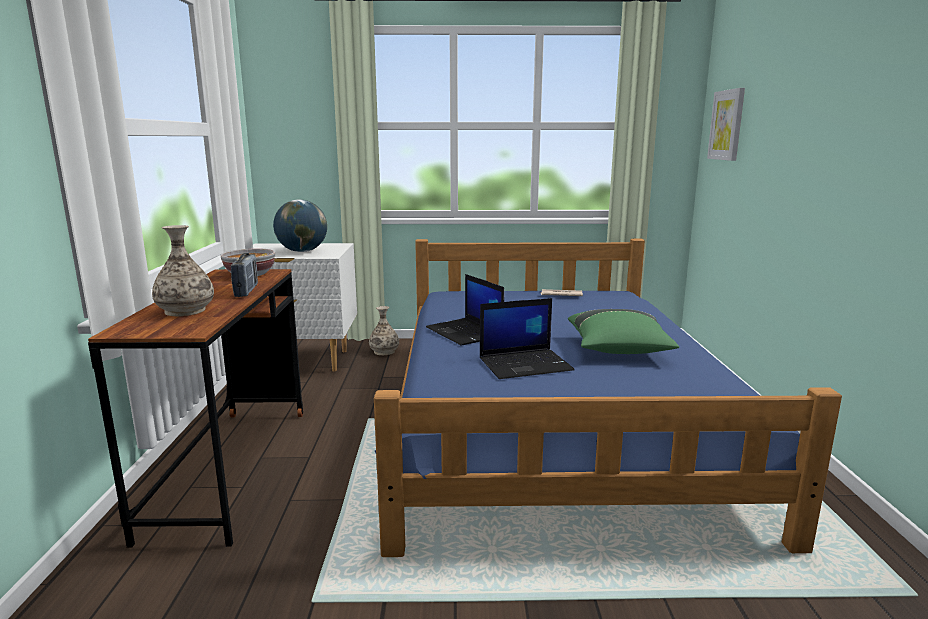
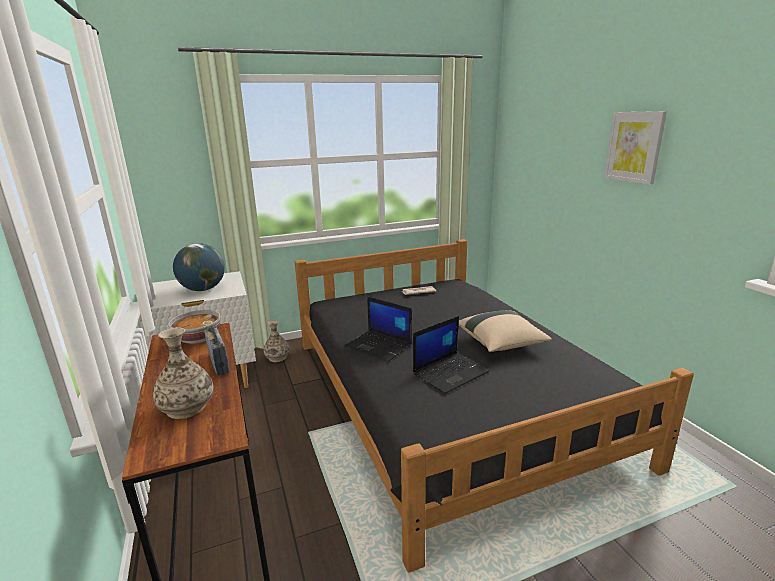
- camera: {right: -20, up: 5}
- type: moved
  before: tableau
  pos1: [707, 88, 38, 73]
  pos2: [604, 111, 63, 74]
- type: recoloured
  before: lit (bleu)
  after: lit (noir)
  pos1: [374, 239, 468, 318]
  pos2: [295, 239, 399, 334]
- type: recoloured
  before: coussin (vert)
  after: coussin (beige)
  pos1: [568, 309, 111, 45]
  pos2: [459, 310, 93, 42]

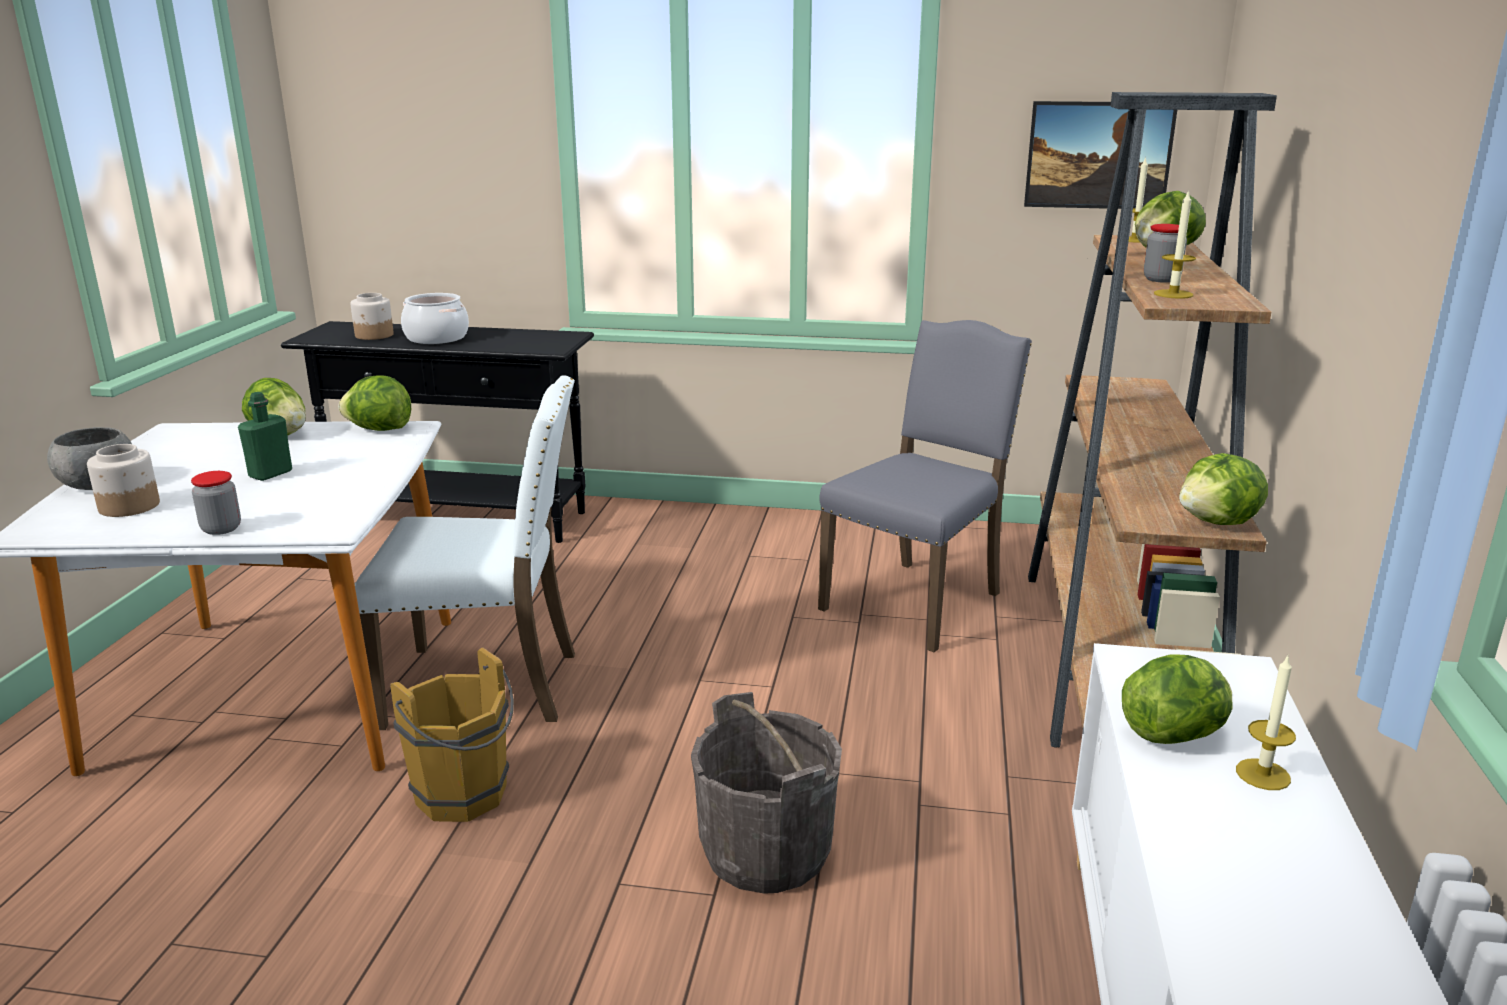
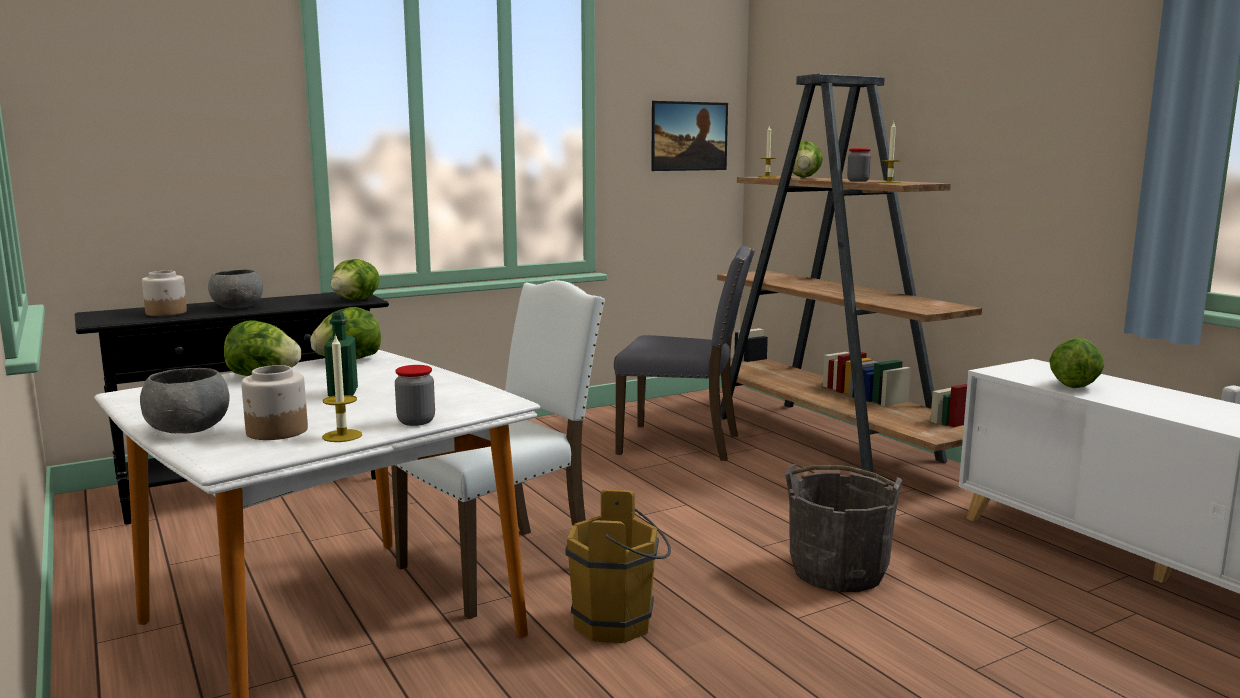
- camera: {right: -40, up: -10}
- type: moved
  before: laitue
  pos1: [1179, 453, 89, 72]
  pos2: [331, 259, 49, 41]
- type: moved
  before: bougie
  pos1: [1236, 654, 60, 136]
  pos2: [322, 334, 40, 108]
- type: replaced
  before: marmite
  after: bol (gris)
  pos1: [401, 293, 68, 51]
  pos2: [208, 269, 55, 39]
- type: turned
  before: chaise (gris)
  pos1: [818, 320, 214, 332]
  pos2: [614, 246, 141, 215]
  turn: 105

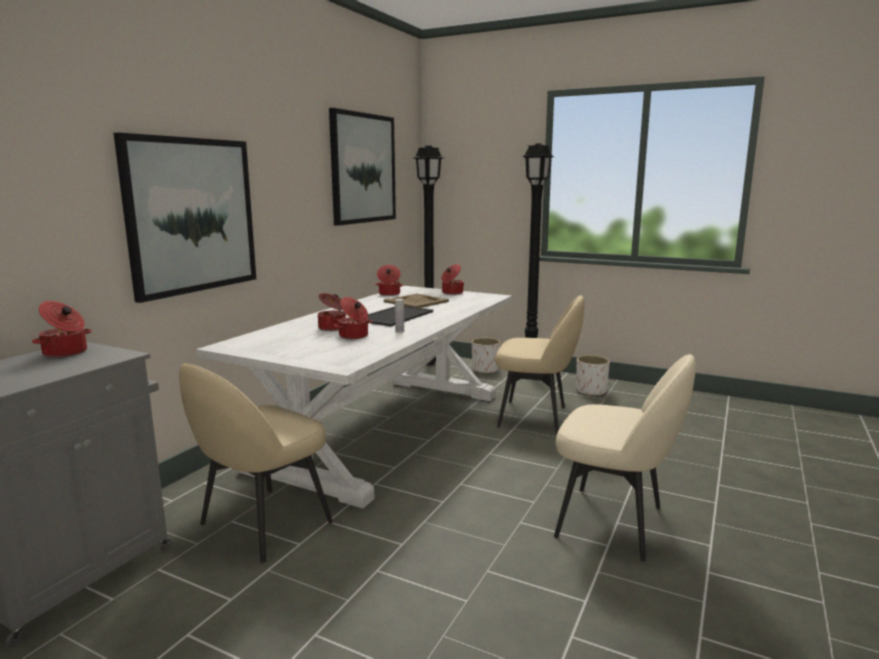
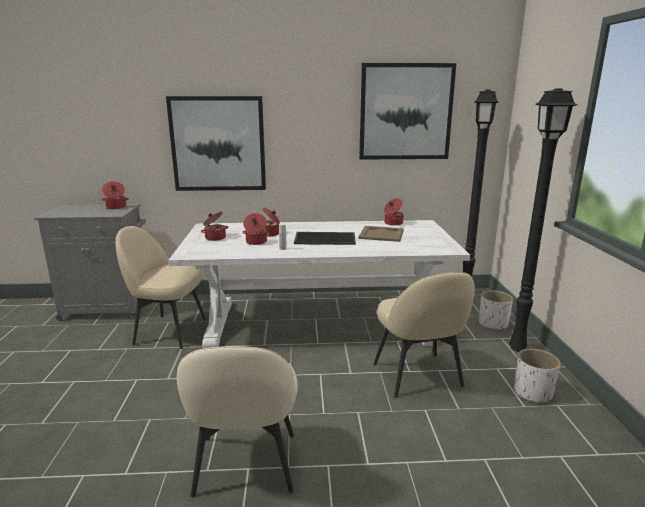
- camera: {right: 60, up: 5}
- type: moved
  before: marmite
  pos1: [441, 264, 23, 31]
  pos2: [201, 212, 28, 29]

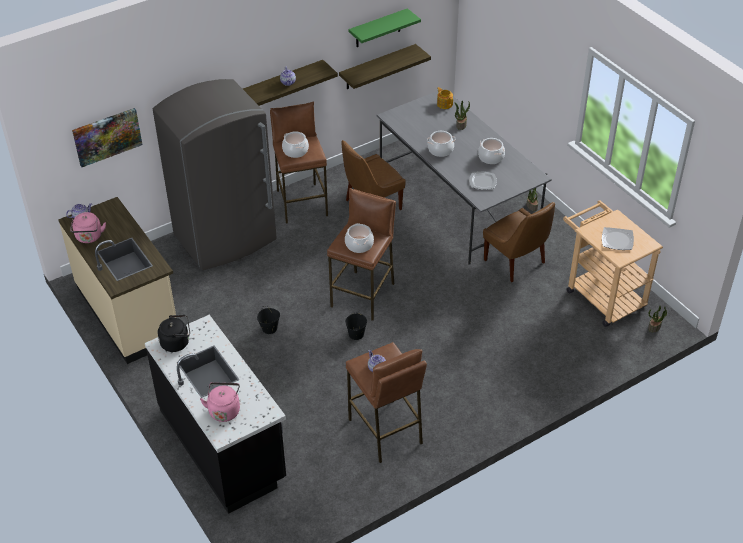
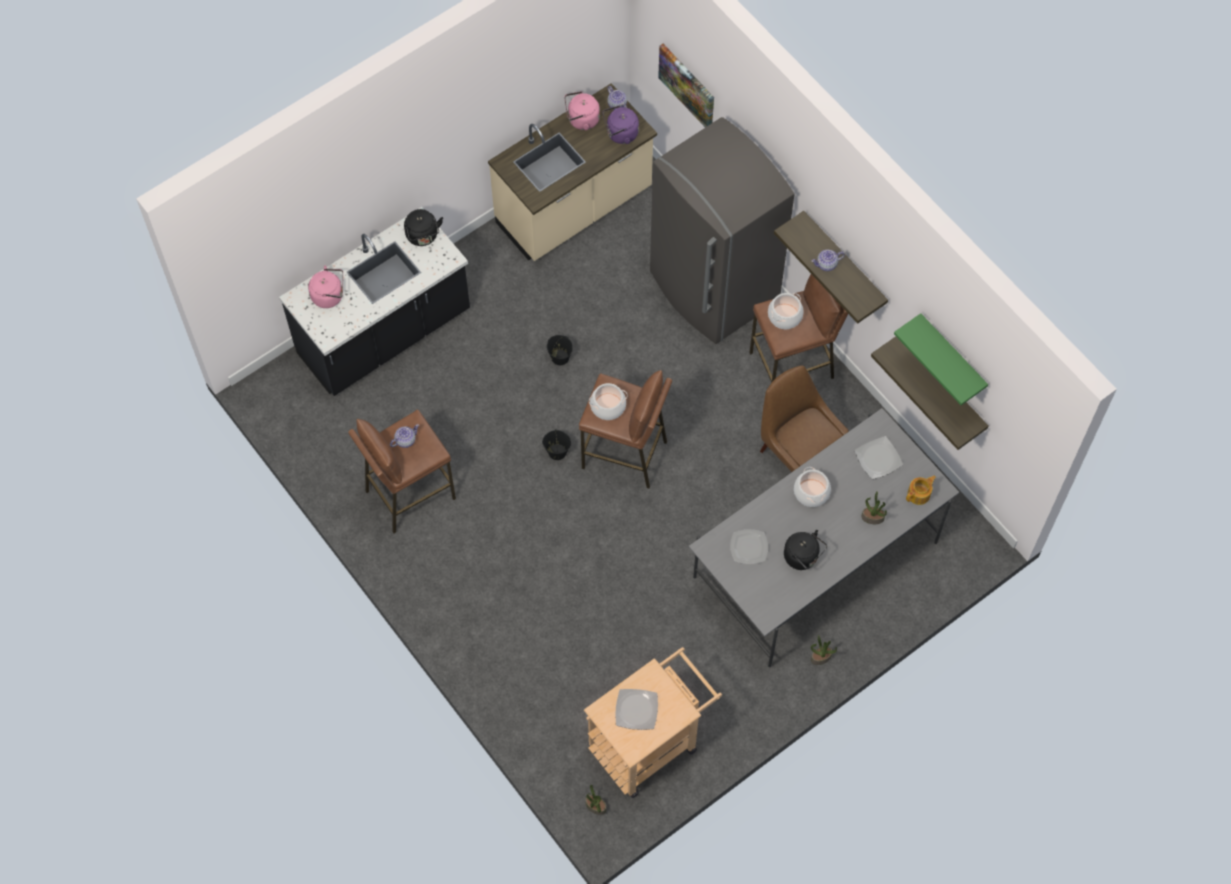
- camera: {right: 85, up: 20}
- type: removed
  before: chaise (marron)
  pos1: [483, 202, 72, 80]
- type: added
  after: bouilloire (violet)
  pos2: [602, 105, 37, 39]
- type: added
  after: assiette
  pos2: [855, 436, 48, 43]
- type: replaced
  before: marmite
  after: bouilloire (noir)
  pos1: [478, 138, 27, 26]
  pos2: [784, 530, 43, 40]

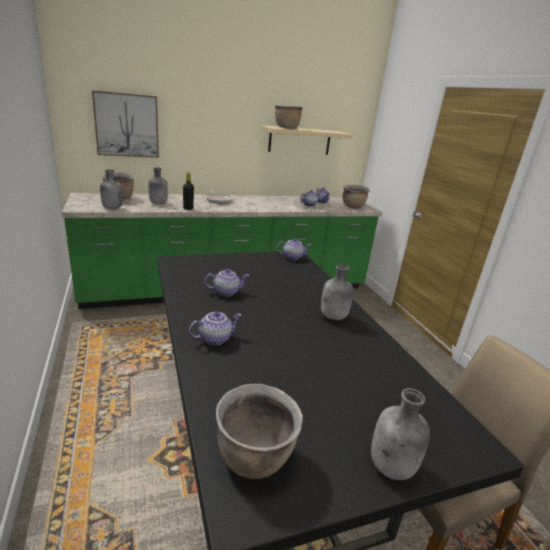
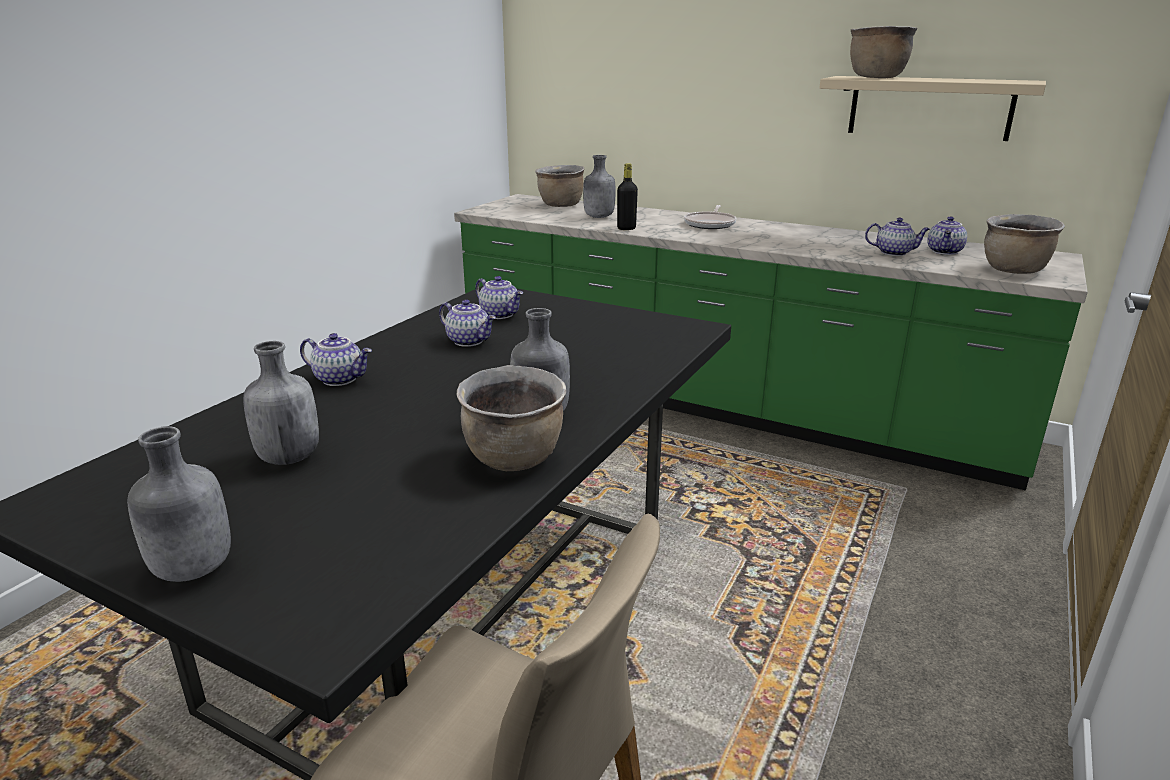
- camera: {right: 50, up: 0}
- type: removed
  before: tableau
  pos1: [92, 90, 67, 68]
- type: moved
  before: bouteille (gris)
  pos1: [100, 170, 22, 39]
  pos2: [243, 341, 76, 124]
- type: moved
  before: marmite (marron)
  pos1: [216, 384, 87, 95]
  pos2: [457, 365, 109, 106]
- type: moved
  before: théière
  pos1: [276, 238, 36, 22]
  pos2: [475, 276, 48, 43]

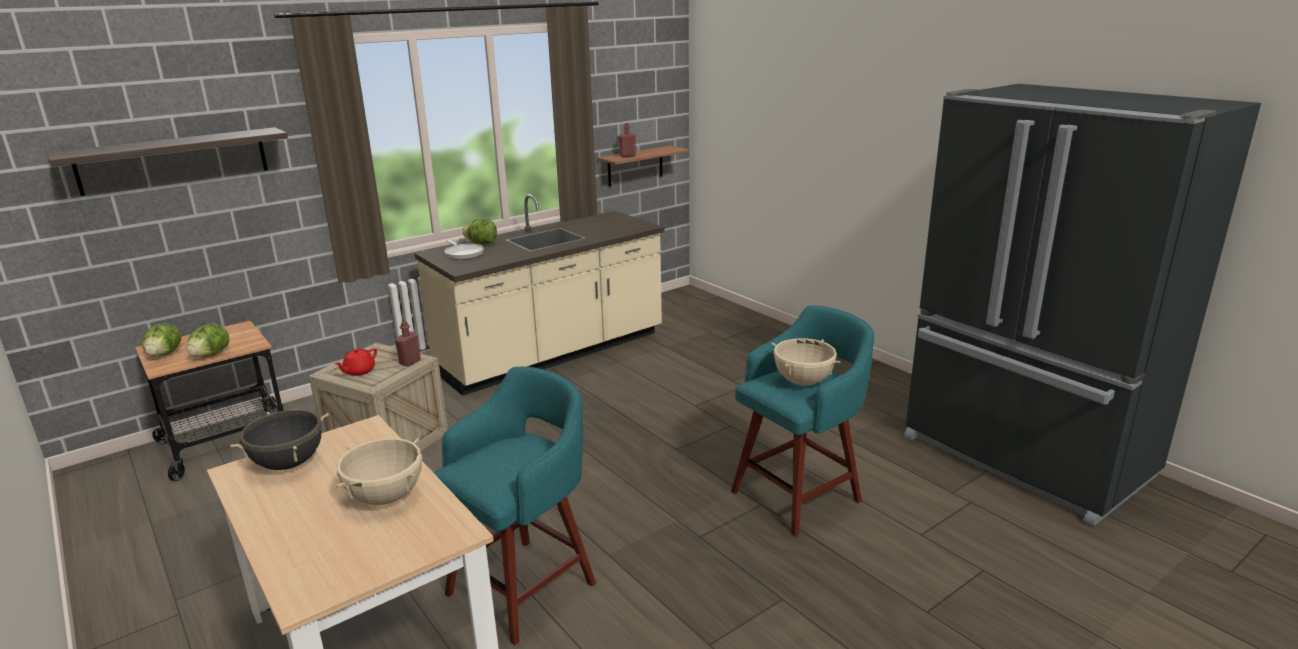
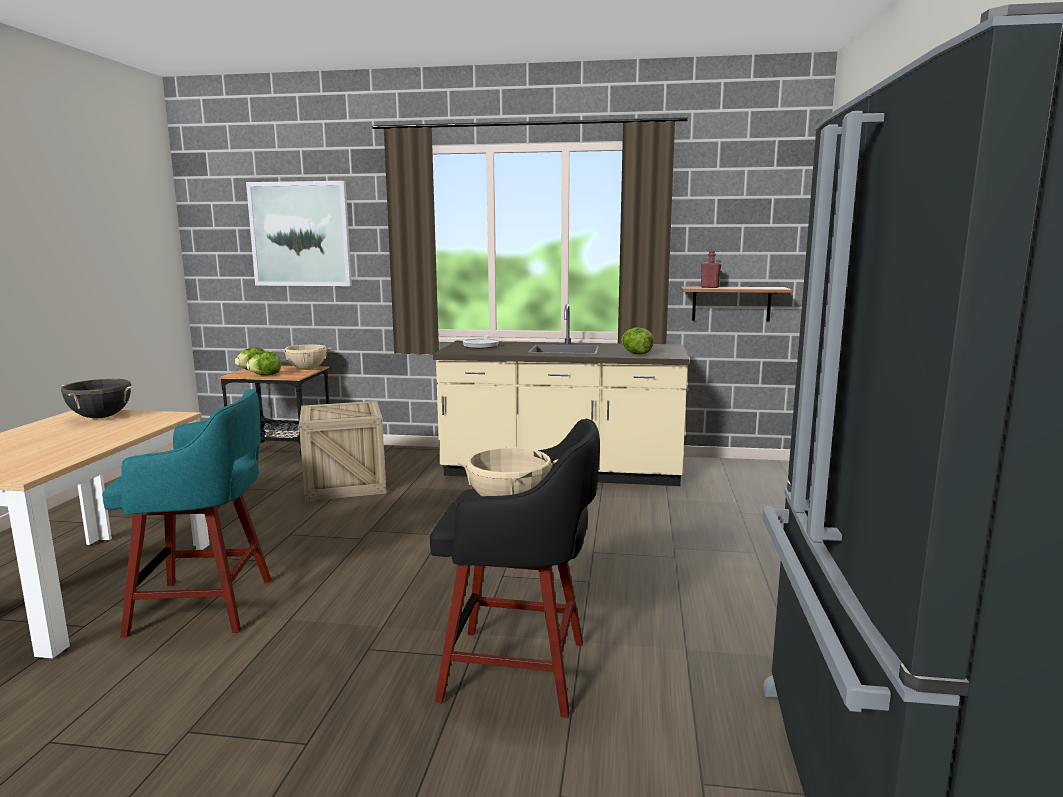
- camera: {right: 45, up: -10}
- type: removed
  before: théière (rouge)
  pos1: [335, 348, 42, 28]
- type: removed
  before: bouteille (rouge)
  pos1: [395, 321, 26, 45]
- type: moved
  before: marmite (beige)
  pos1: [336, 438, 86, 67]
  pos2: [280, 345, 51, 25]
- type: moved
  before: laitue
  pos1: [462, 219, 35, 25]
  pos2: [622, 327, 32, 28]
- type: replaced
  before: étagère
  after: tableau
  pos1: [46, 127, 242, 69]
  pos2: [246, 181, 106, 105]
- type: recoloured
  before: tabouret (turquoise)
  after: tabouret (noir)
  pos1: [731, 305, 143, 232]
  pos2: [430, 419, 170, 299]

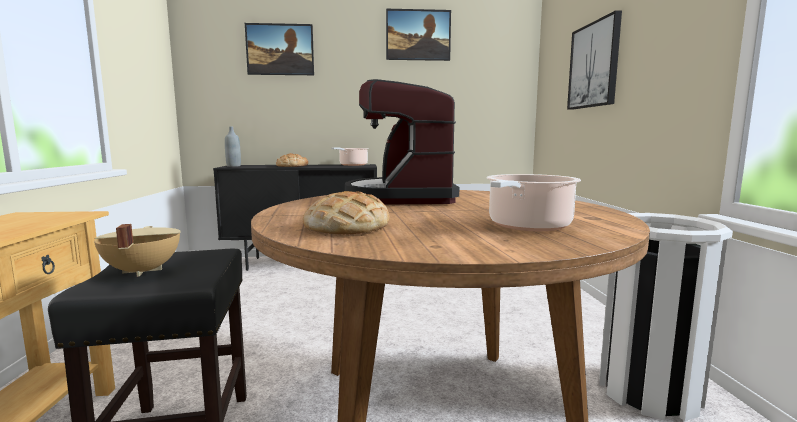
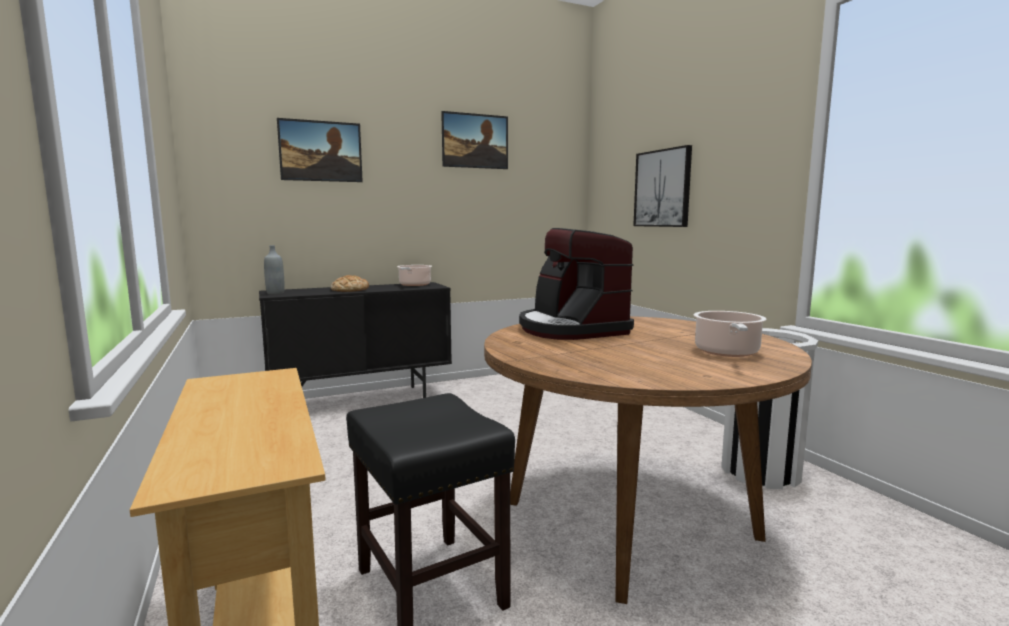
- camera: {right: -20, up: 0}
- type: removed
  before: marmite (beige)
  pos1: [94, 224, 87, 53]
- type: removed
  before: pain
  pos1: [303, 191, 87, 43]

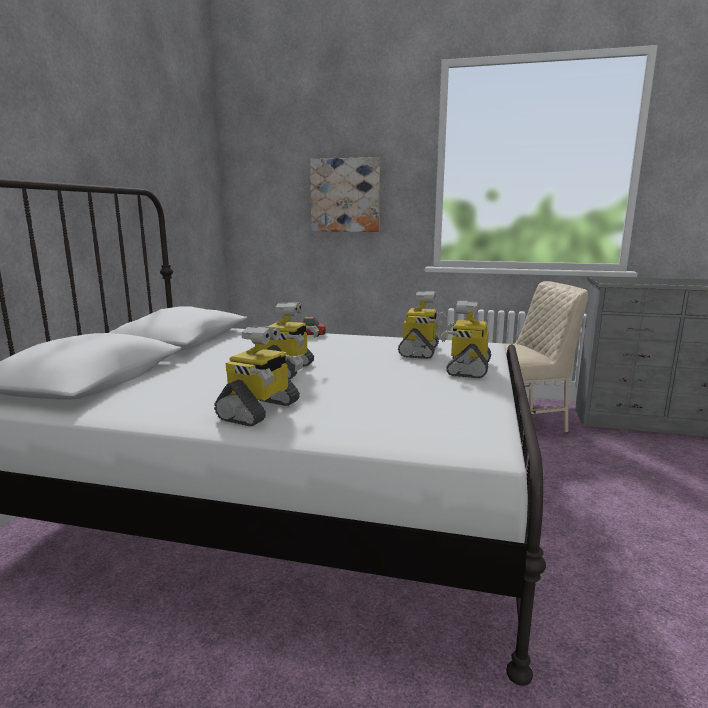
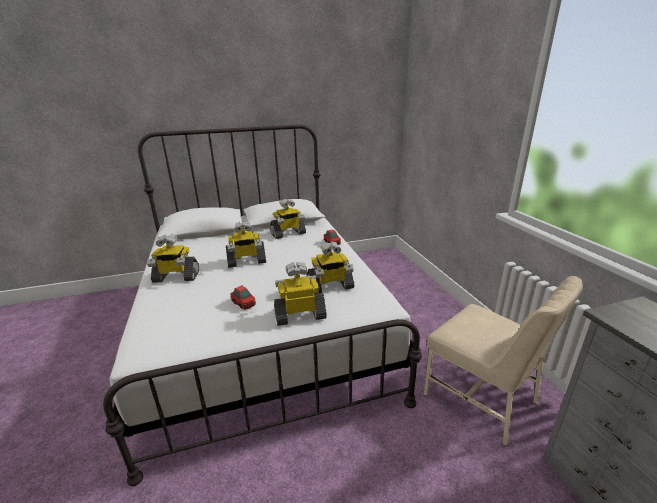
- camera: {right: 60, up: 10}
- type: removed
  before: tableau
  pos1: [310, 157, 70, 75]
- type: added
  after: petite voiture
  pos2: [230, 285, 26, 25]
- type: added
  after: robot jouet
  pos2: [270, 199, 36, 40]

